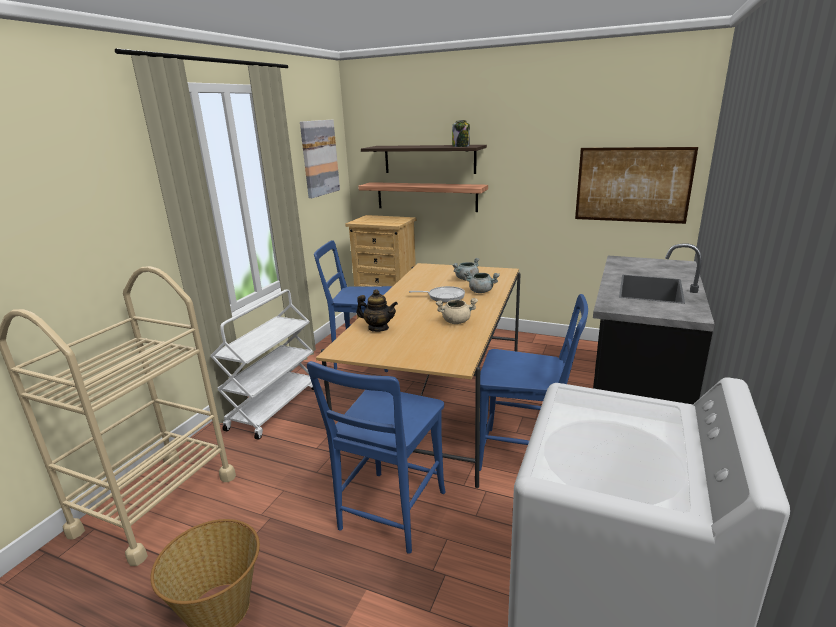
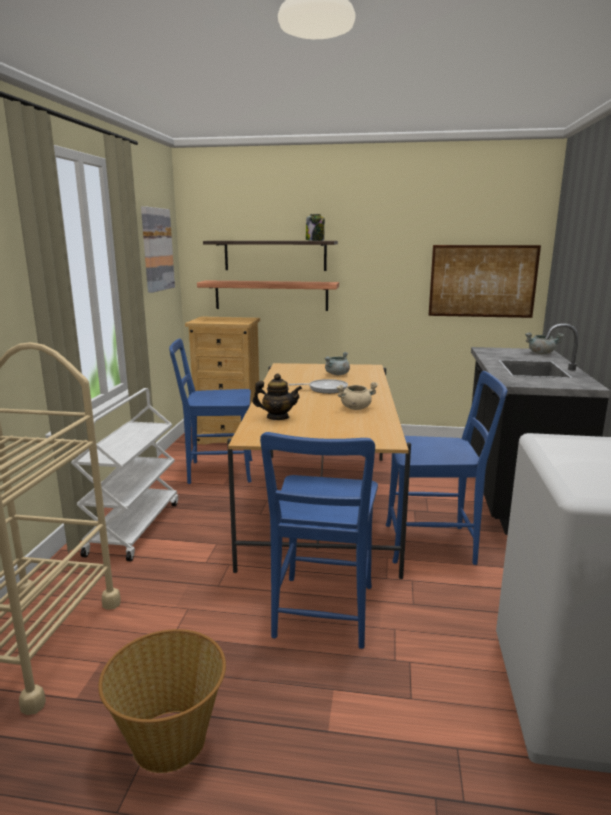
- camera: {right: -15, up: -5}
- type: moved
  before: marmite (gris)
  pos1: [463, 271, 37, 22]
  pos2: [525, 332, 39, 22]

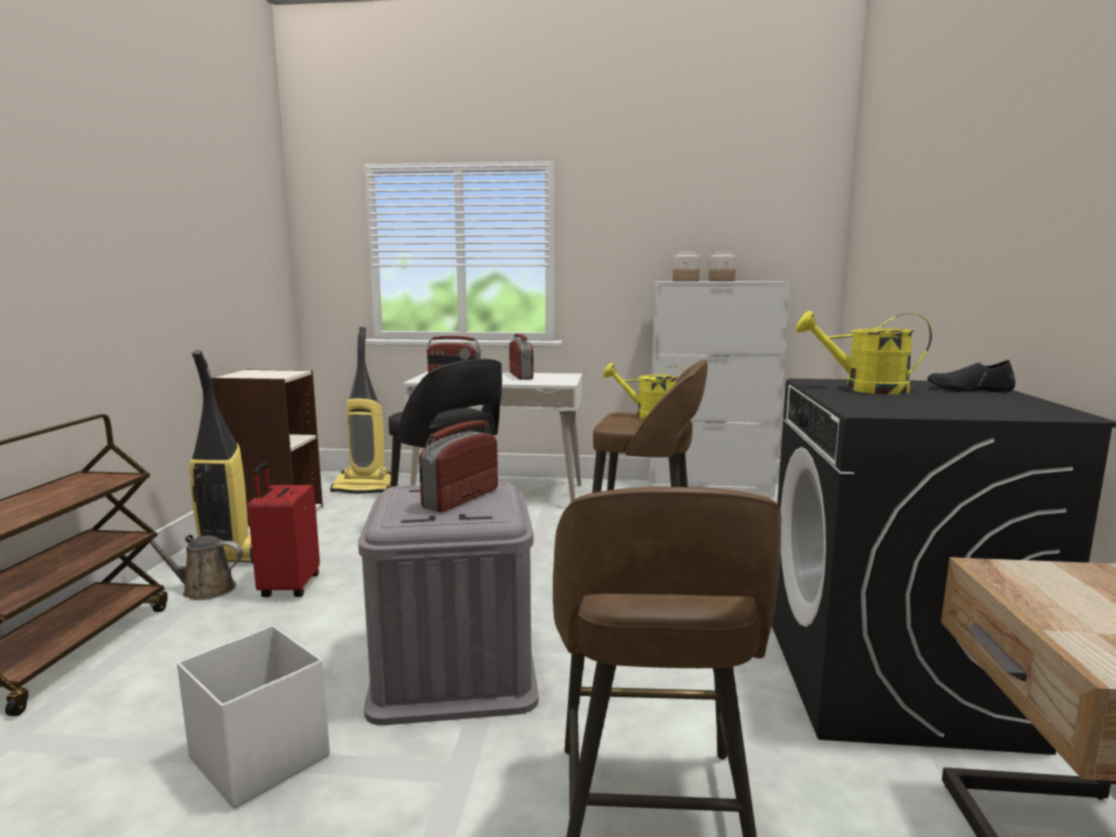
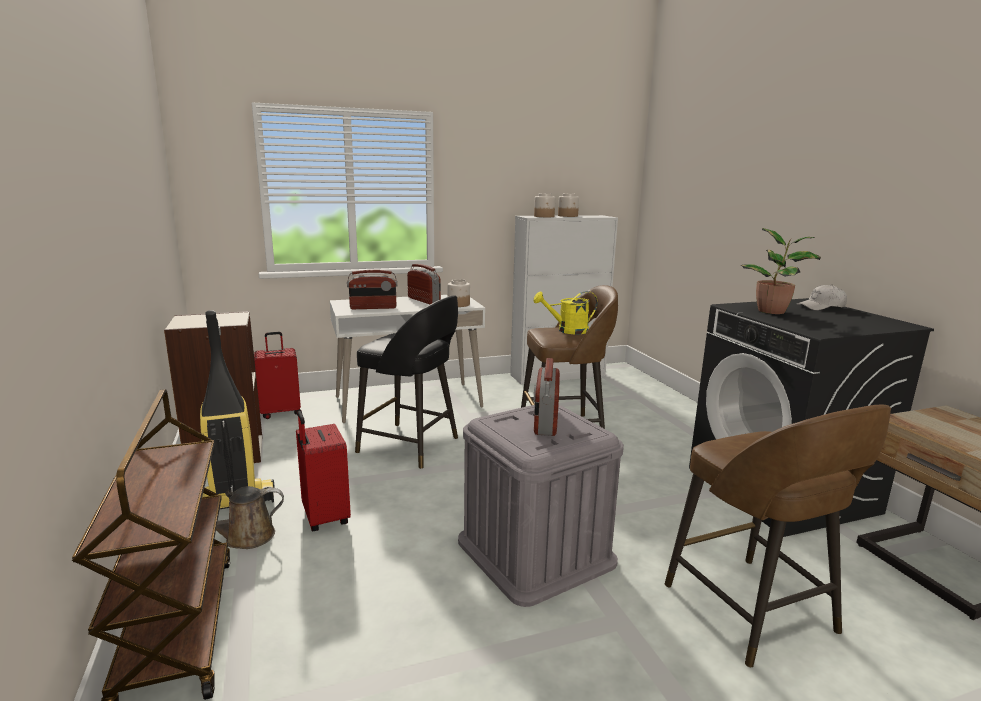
- camera: {right: -25, up: 5}
- type: removed
  before: boîte de rangement (blanc)
  pos1: [177, 625, 153, 184]
- type: added
  after: bocal
  pos2: [447, 279, 23, 28]
- type: replaced
  before: aspirateur
  after: valise (rouge)
  pos1: [330, 327, 61, 167]
  pos2: [254, 332, 48, 87]
- type: replaced
  before: arrosoir (jaune)
  after: plante en pot
  pos1: [796, 311, 136, 83]
  pos2: [741, 228, 80, 86]
- type: replaced
  before: chaussure (noir)
  after: casquette (blanc)
  pos1: [927, 360, 88, 32]
  pos2: [796, 284, 51, 26]

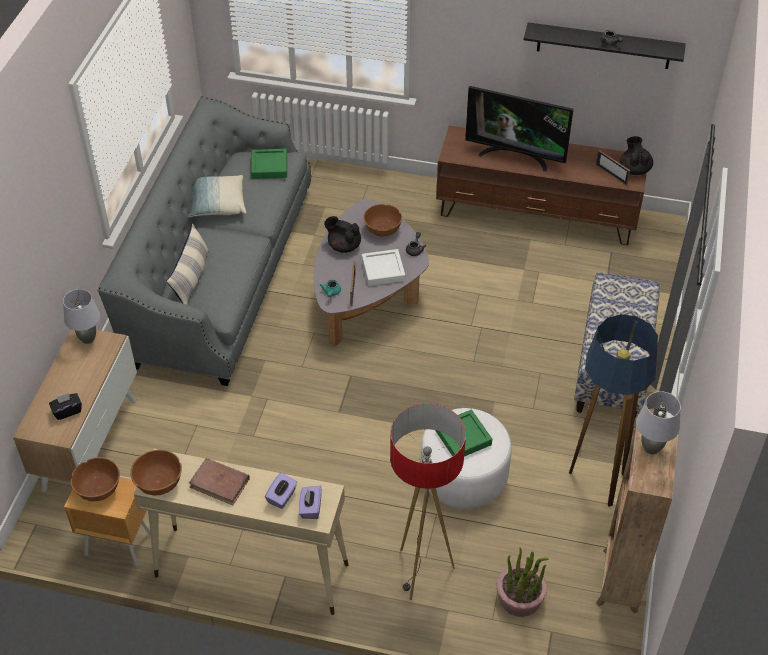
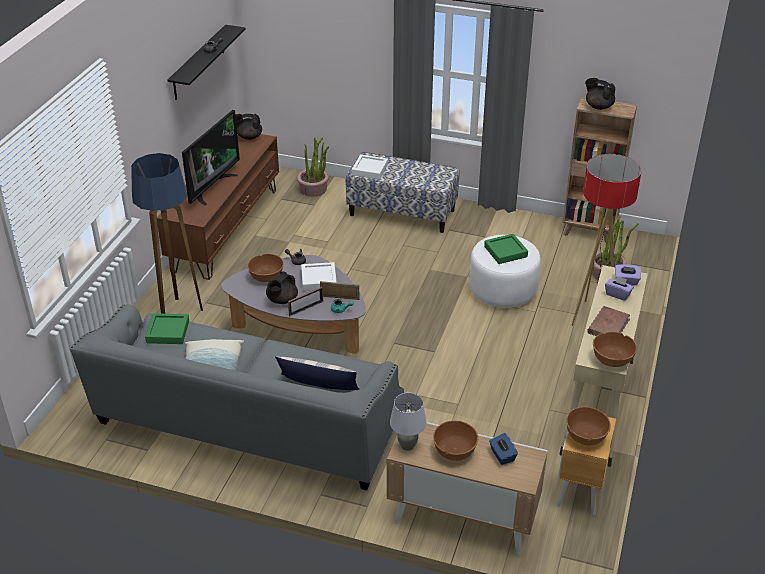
- camera: {right: -85, up: -10}
- type: added
  after: plante en pot
  pos2: [297, 137, 32, 60]
- type: added
  after: plateau (blanc)
  pos2: [352, 155, 36, 24]
- type: added
  after: bol (marron)
  pos2: [433, 420, 45, 41]
- type: moved
  before: lampadaire
  pos1: [569, 314, 89, 193]
  pos2: [131, 153, 72, 161]
- type: moved
  before: cadre photo
  pos1: [596, 150, 34, 35]
  pos2: [288, 287, 35, 29]
- type: replaced
  before: lampe de table (gris)
  after: théière (noir)
  pos1: [636, 391, 45, 64]
  pos2: [585, 78, 30, 32]
- type: recoloured
  before: boîte à mouchoirs (noir)
  after: boîte à mouchoirs (bleu)
  pos1: [49, 393, 33, 27]
  pos2: [489, 433, 29, 32]

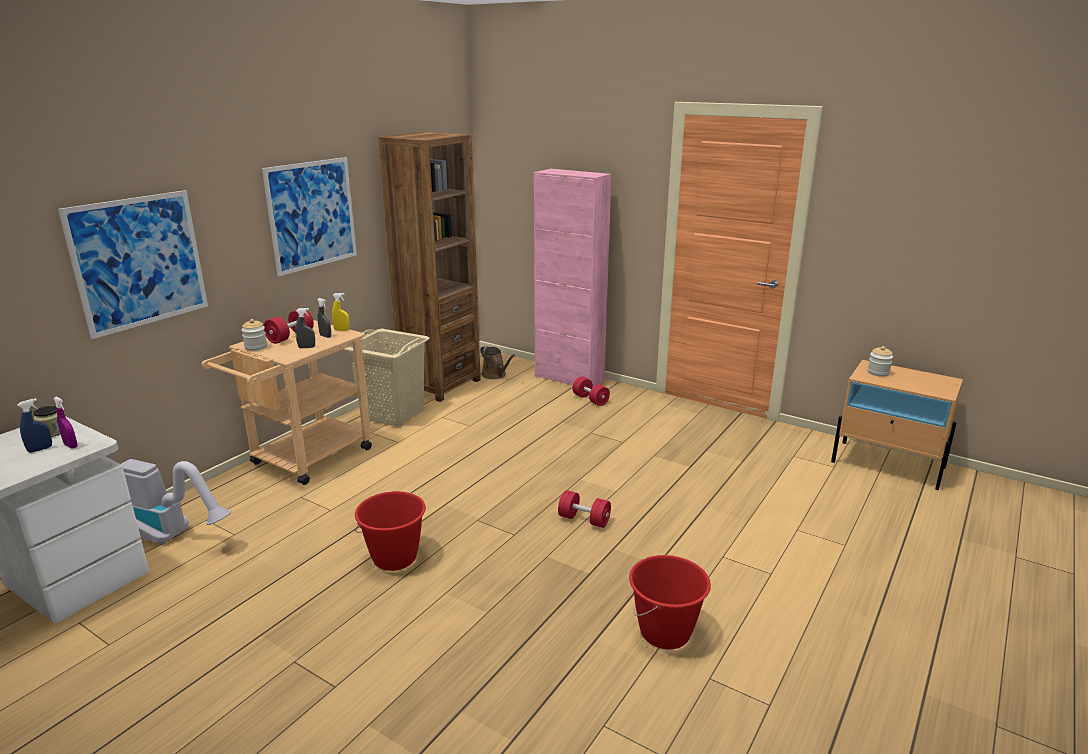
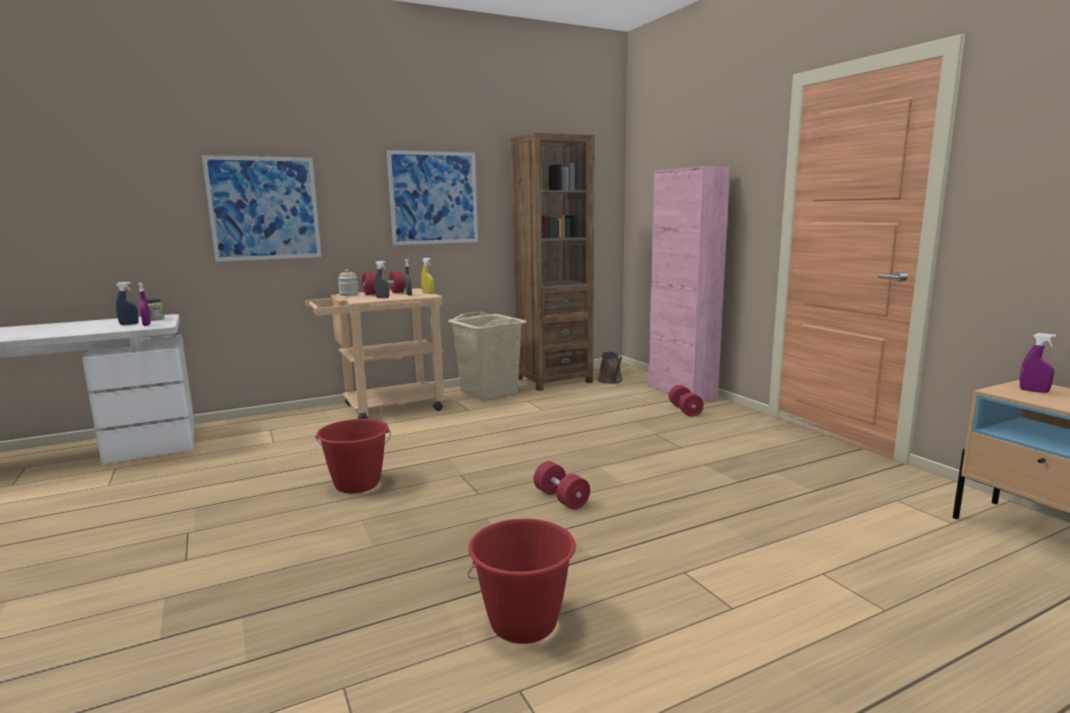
- camera: {right: 30, up: -10}
- type: removed
  before: aspirateur
  pos1: [121, 459, 111, 86]
- type: replaced
  before: bocal
  after: vaporisateur (violet)
  pos1: [867, 346, 26, 31]
  pos2: [1020, 333, 37, 60]

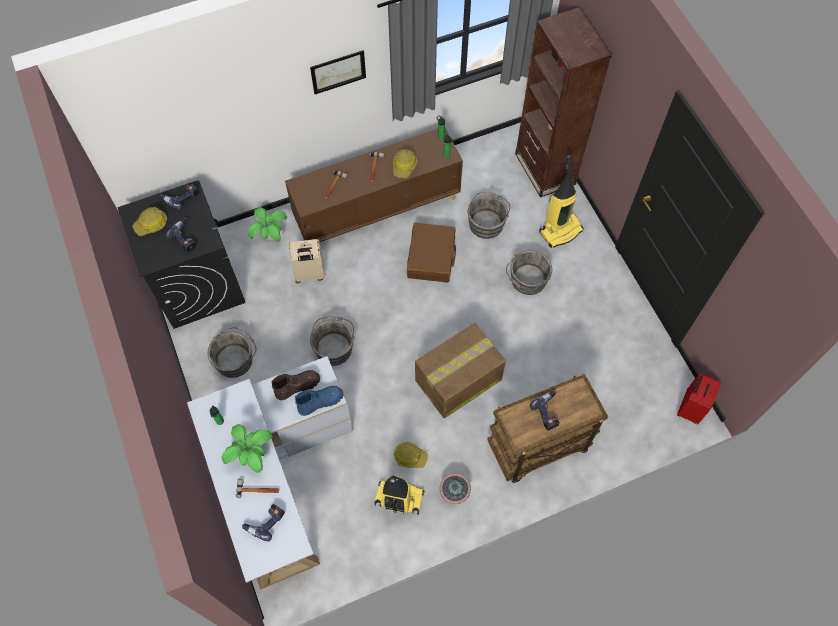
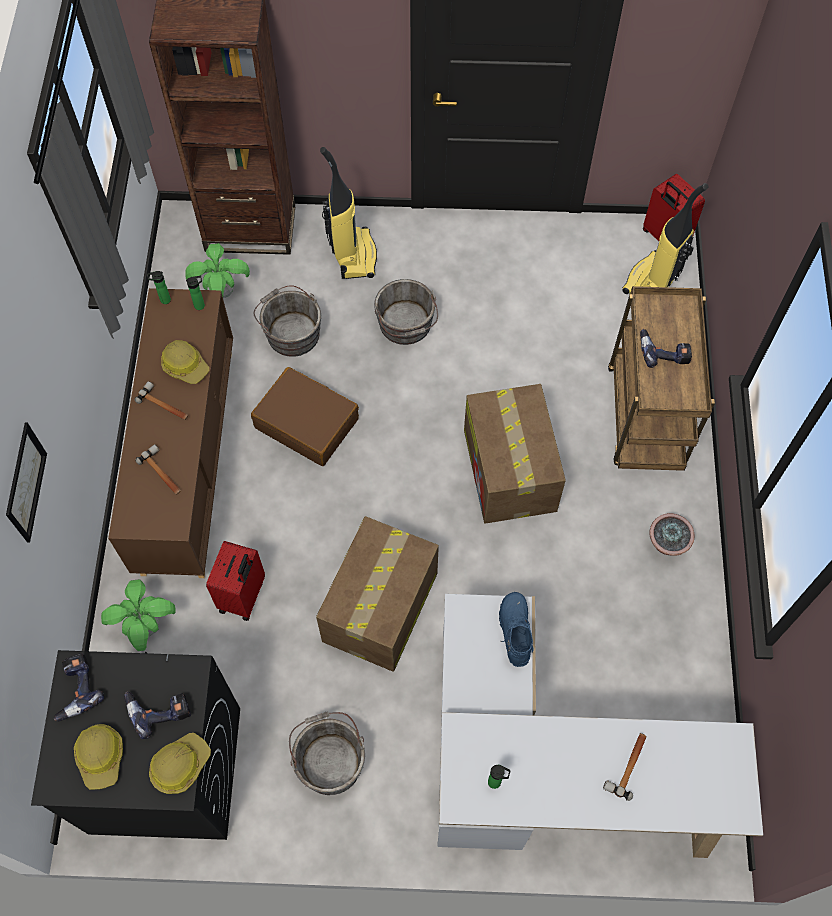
- camera: {right: -65, up: 0}
- type: removed
  before: perceuse
  pos1: [242, 504, 43, 38]
- type: removed
  before: botte (marron)
  pos1: [271, 370, 49, 30]
- type: moved
  before: plante en pot
  pos1: [222, 424, 51, 49]
  pos2: [185, 243, 65, 55]
- type: moved
  before: tableau
  pos1: [310, 50, 56, 44]
  pos2: [6, 422, 41, 121]
- type: moved
  before: aspirateur
  pos1: [375, 476, 49, 39]
  pos2: [622, 183, 87, 111]
- type: moved
  before: casque de chantier
  pos1: [394, 442, 34, 26]
  pos2: [149, 733, 62, 61]
- type: replaced
  before: seau (gris)
  after: carton
  pos1: [310, 316, 44, 50]
  pos2: [316, 516, 123, 156]
- type: recoloured
  before: valise (beige)
  after: valise (rouge)
  pos1: [289, 239, 36, 44]
  pos2: [206, 541, 59, 80]

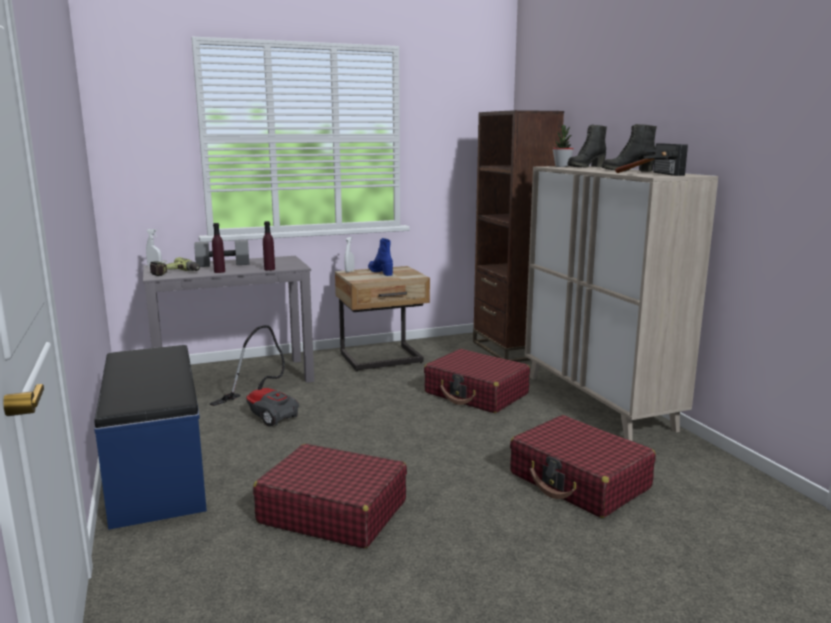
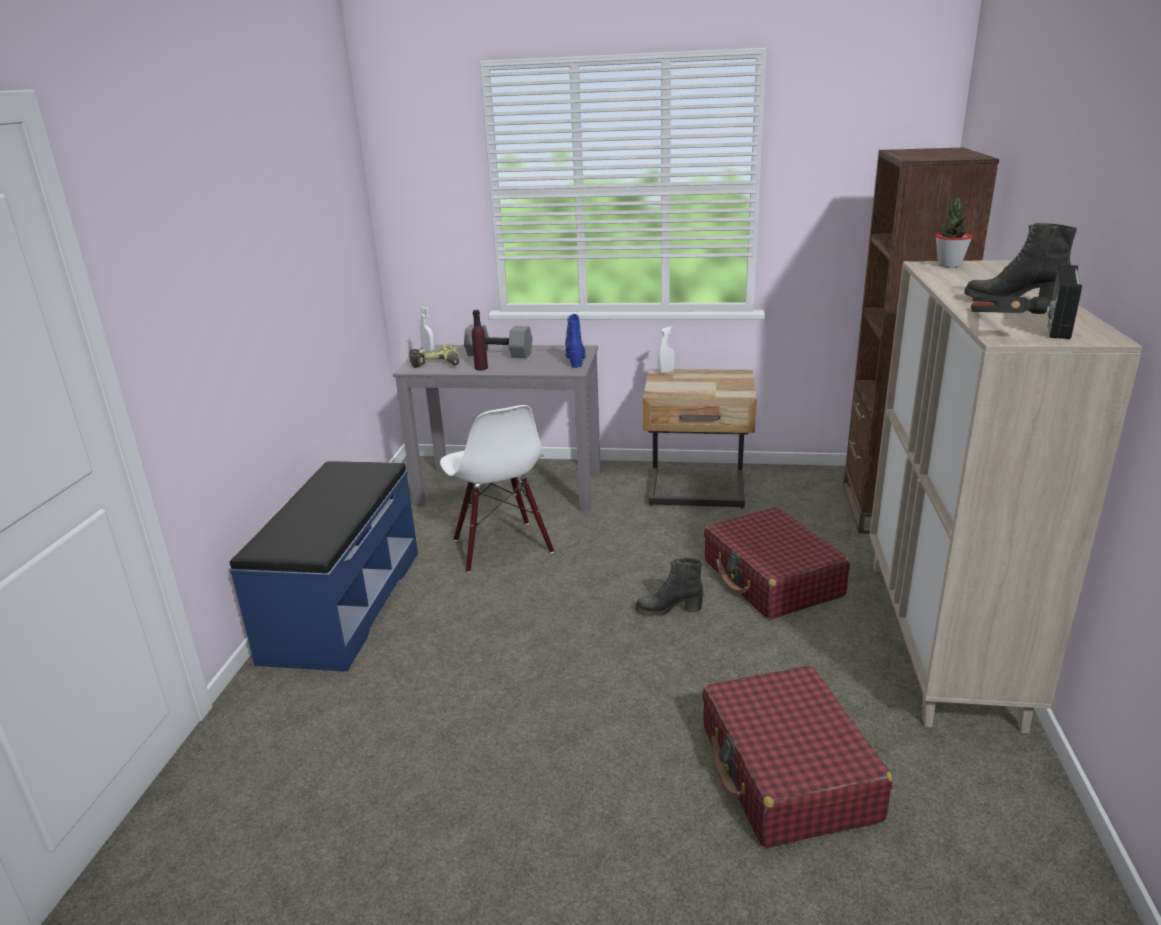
- camera: {right: 30, up: 10}
- type: removed
  before: valise (rouge)
  pos1: [253, 444, 154, 105]
- type: removed
  before: bouteille (violet)
  pos1: [263, 221, 12, 50]
- type: moved
  before: botte (bleu)
  pos1: [368, 238, 25, 38]
  pos2: [565, 314, 21, 54]
- type: moved
  before: botte (noir)
  pos1: [567, 125, 40, 43]
  pos2: [635, 558, 68, 58]
- type: replaced
  before: aspirateur
  after: chaise (blanc)
  pos1: [209, 325, 90, 102]
  pos2: [440, 405, 114, 168]

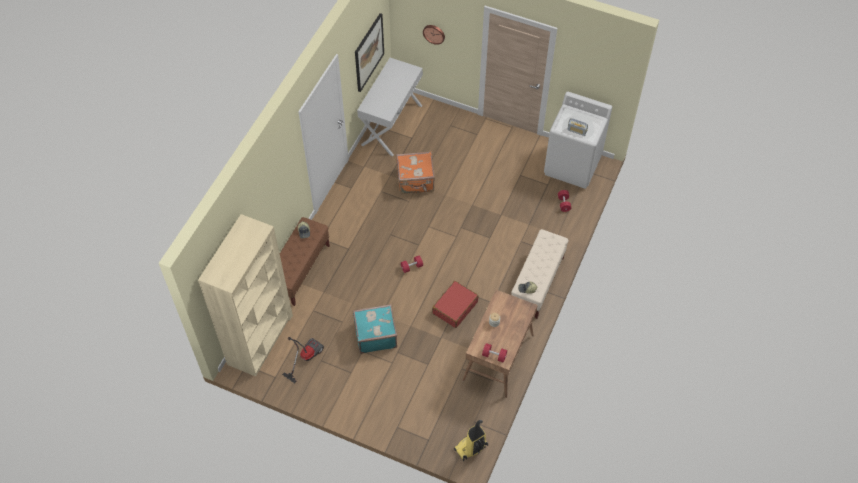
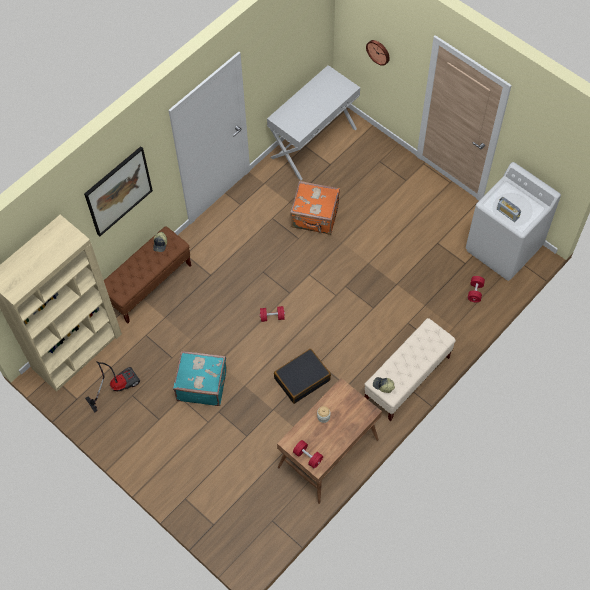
- camera: {right: 20, up: 5}
- type: removed
  before: aspirateur
  pos1: [454, 420, 34, 41]
- type: moved
  before: tableau
  pos1: [355, 13, 29, 79]
  pos2: [84, 146, 69, 90]
- type: recoloured
  before: valise (rouge)
  after: valise (noir)
  pos1: [432, 281, 46, 47]
  pos2: [274, 349, 57, 55]

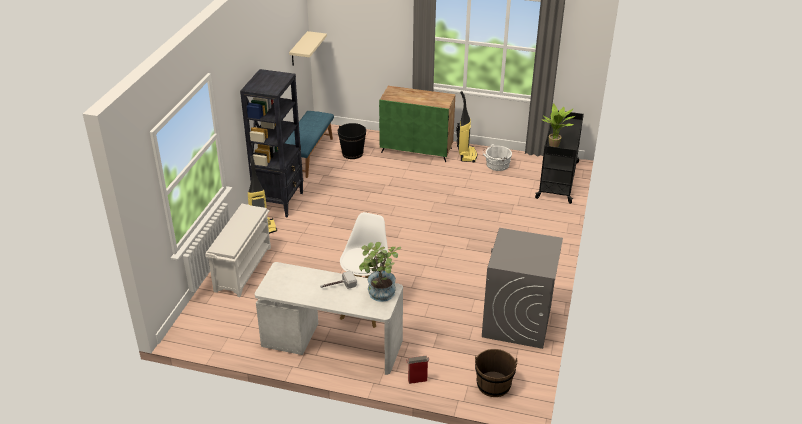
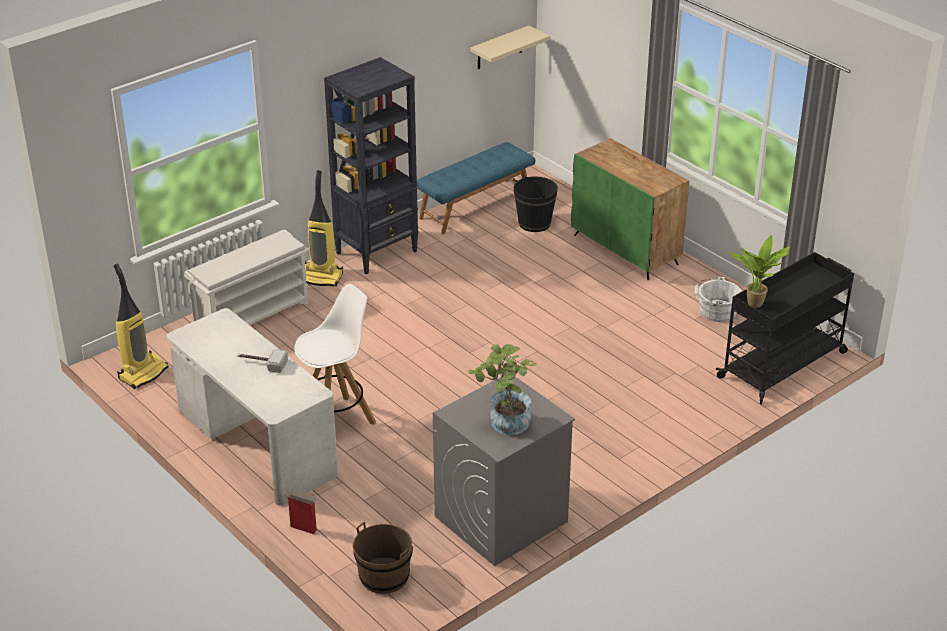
- camera: {right: 35, up: 0}
- type: moved
  before: plante en pot
  pos1: [359, 242, 43, 60]
  pos2: [468, 344, 69, 91]
- type: moved
  before: aspirateur
  pos1: [456, 91, 21, 72]
  pos2: [113, 263, 56, 126]

